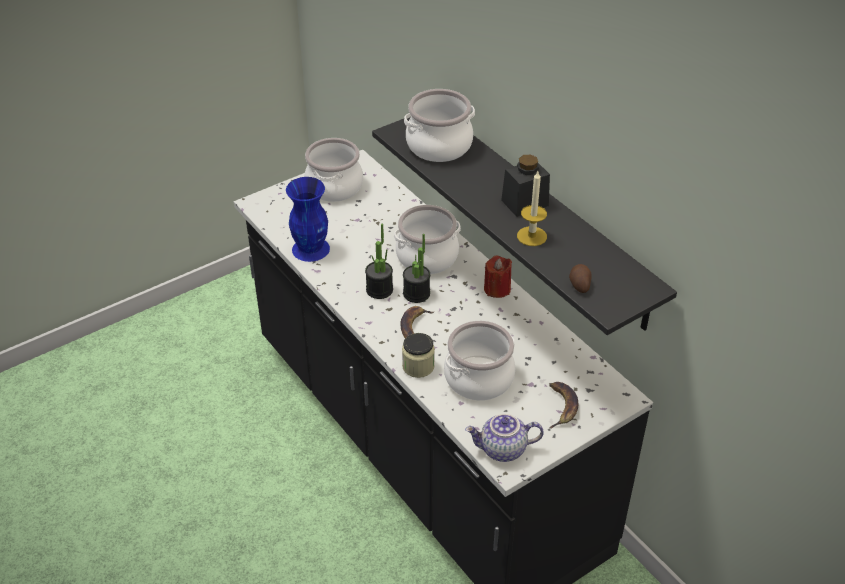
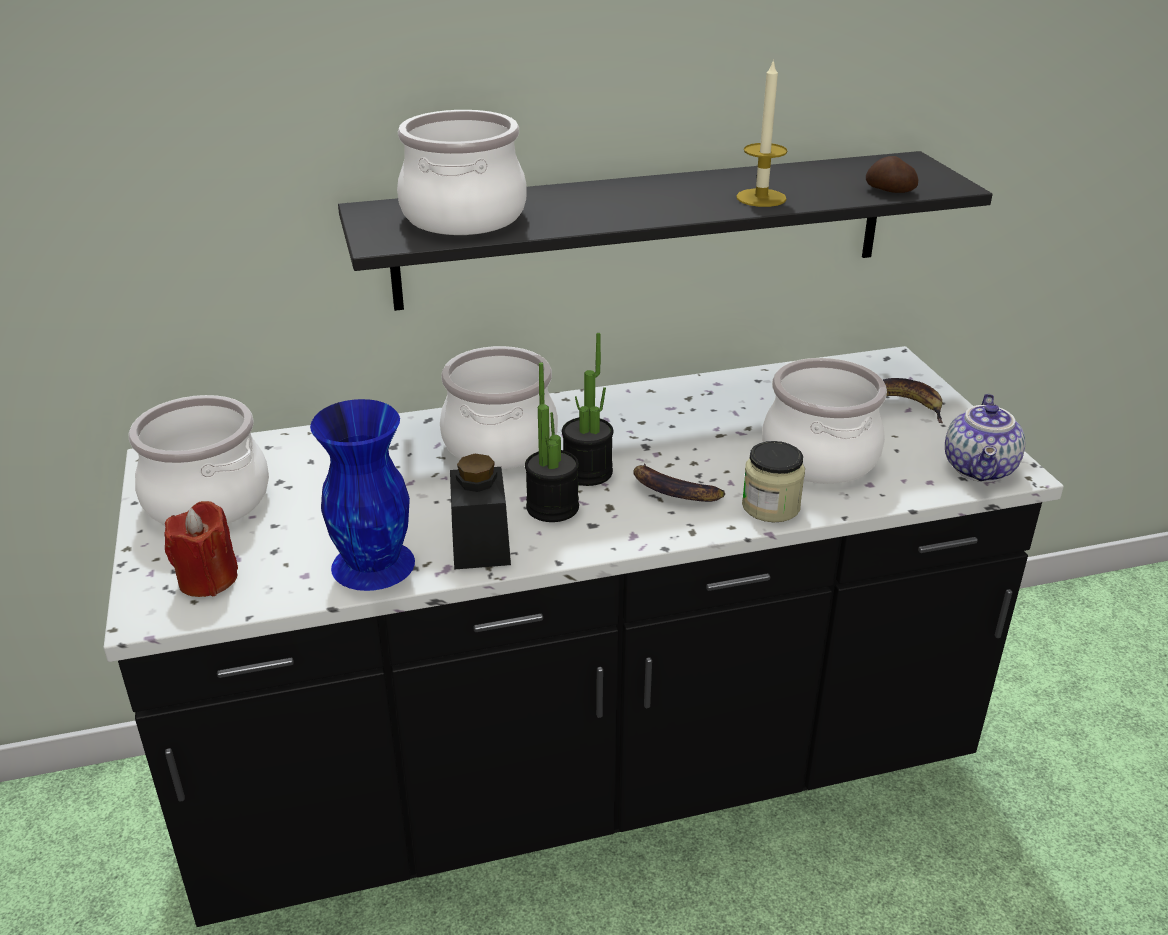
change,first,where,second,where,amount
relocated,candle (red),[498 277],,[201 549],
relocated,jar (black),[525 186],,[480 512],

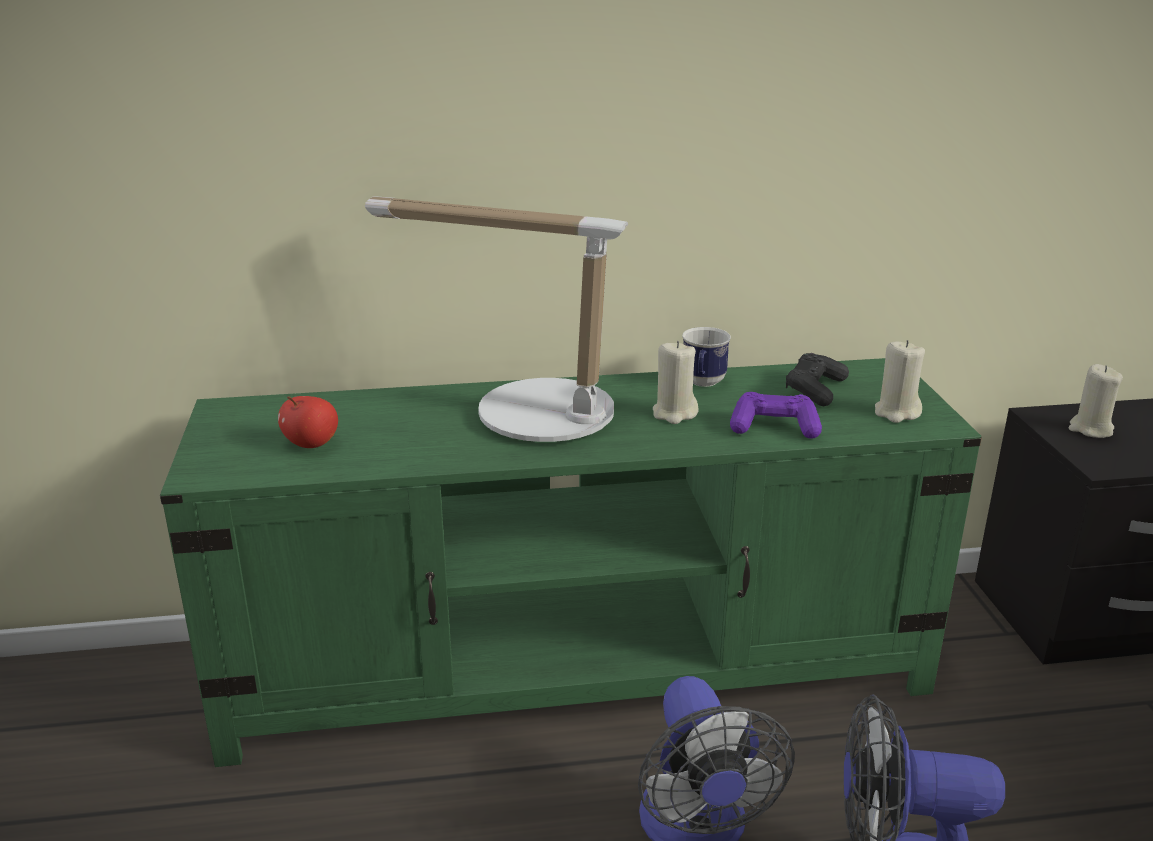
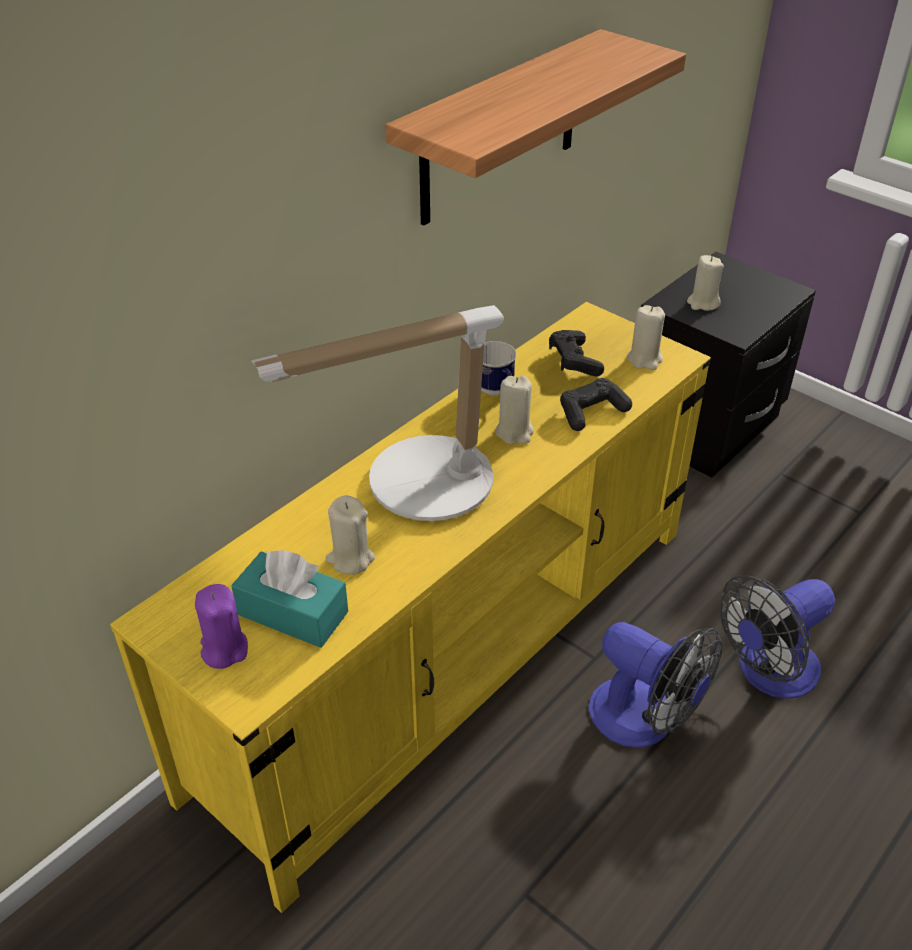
change,first,where,second,where,amount
colour,tv stand (green),[571 562],tv stand (yellow),[410 607],
exchanged,apple,[308 422],tissue box (turquoise),[289 599],
colour,game controller (purple),[776 415],game controller (black),[596 404],
appeared,,,candle (purple),[221 626],
appeared,,,candle (beige),[350 535],
appeared,,,shelf,[535 127],

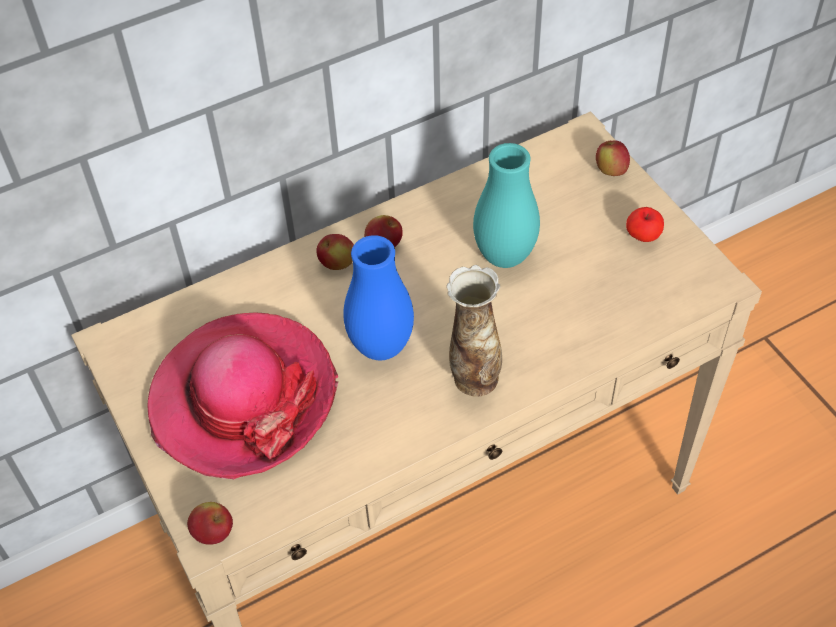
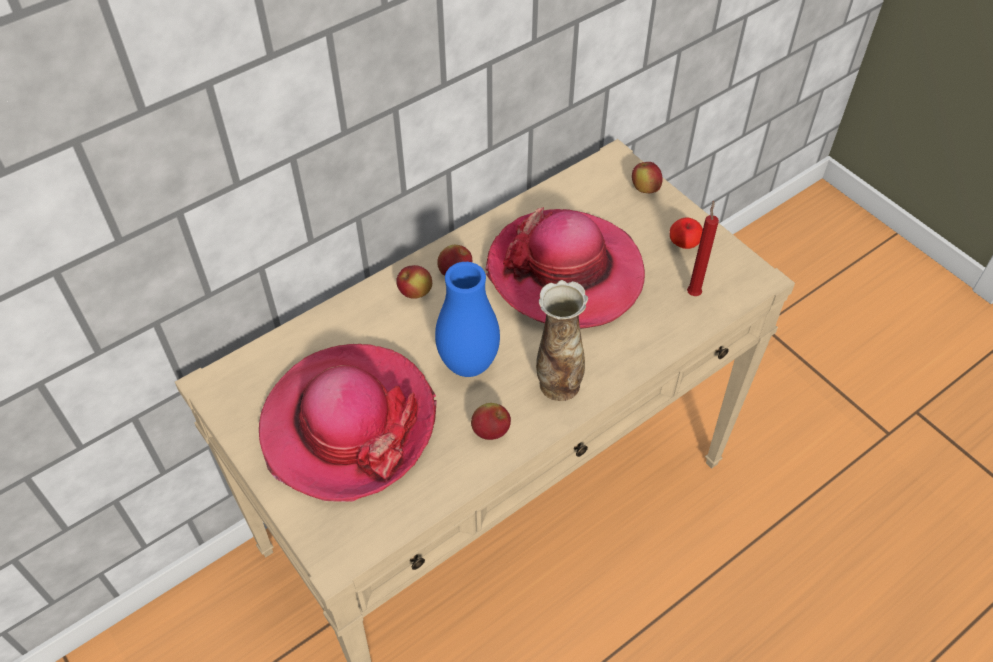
change,first,where,second,where,amount
relocated,apple,[210 523],,[491 421],
exchanged,vase (turquoise),[506 205],hat,[565 268],
appeared,,,candle (red),[703 248],

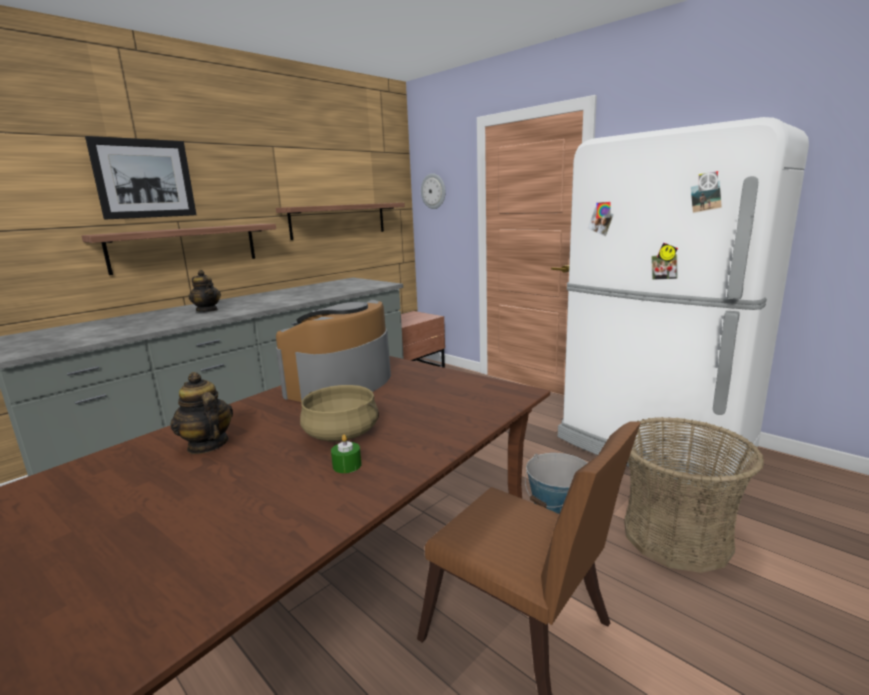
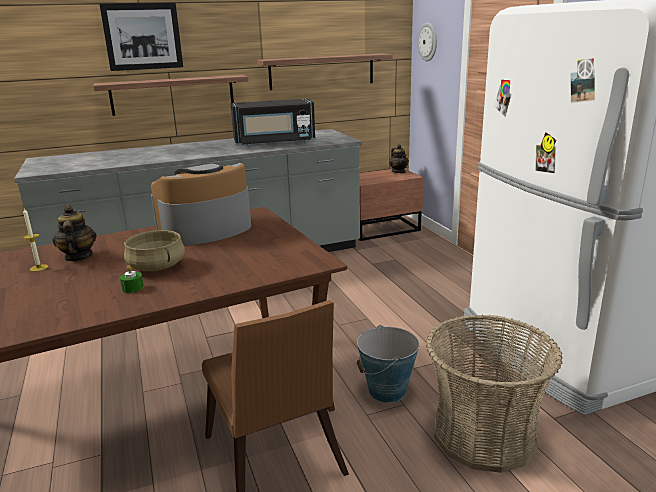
change,first,where,second,where,amount
relocated,teapot,[204 291],,[399 158],
appeared,,,candle,[35 240],
appeared,,,microwave (black),[273 123],

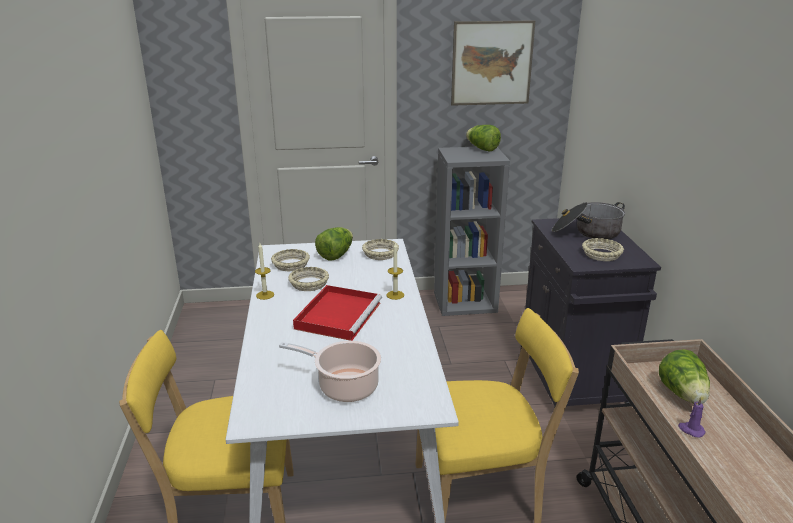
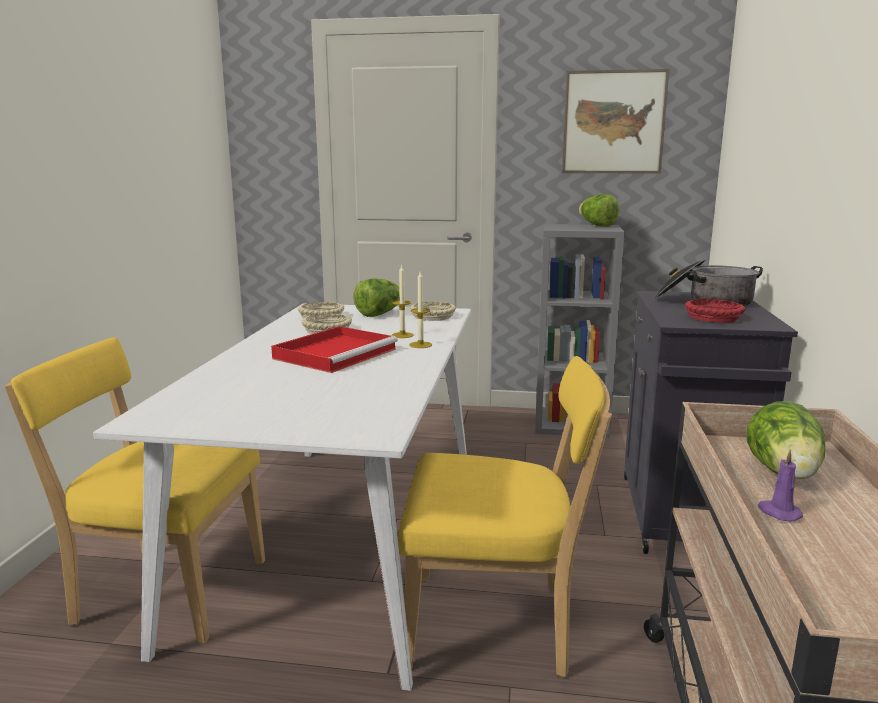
change,first,where,second,where,amount
relocated,candle,[264 272],,[402 301],
missing,cooking pot,[330 371],,,
colour,bowl (beige),[603 249],bowl (red),[715 311],

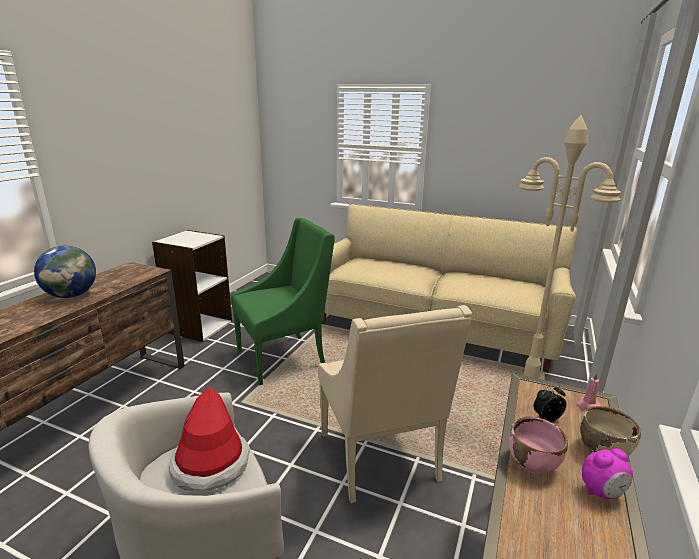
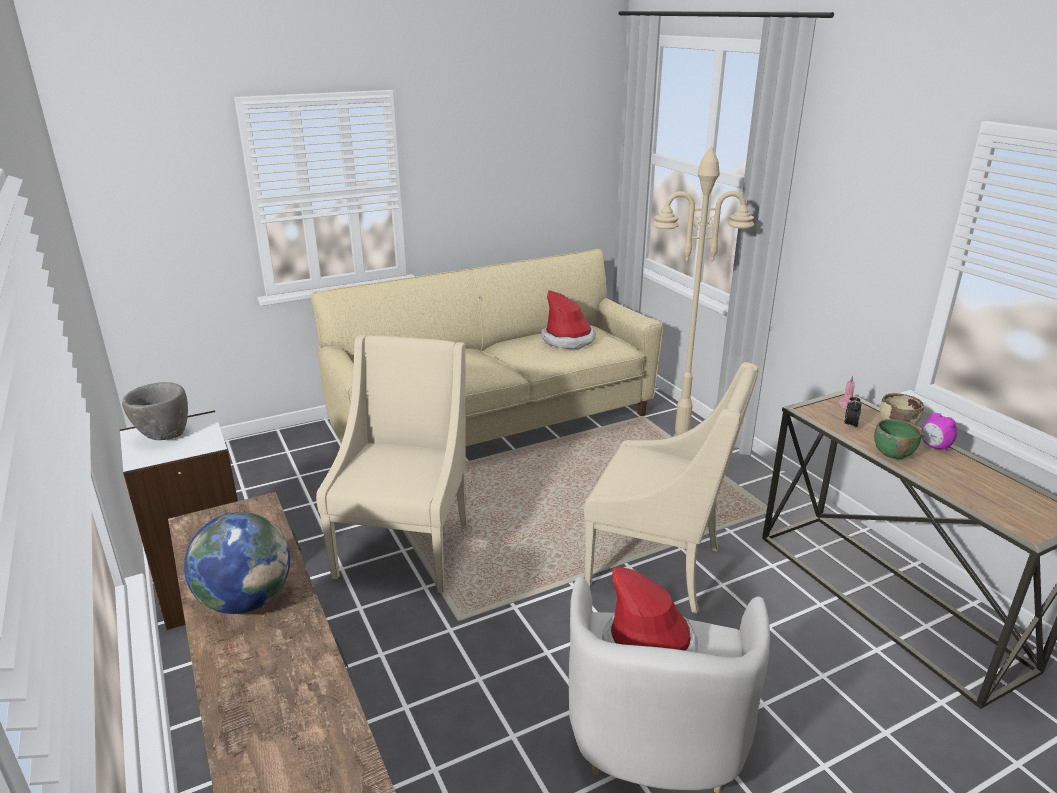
change,first,where,second,where,amount
colour,armchair (green),[282 301],armchair (beige),[392 464],
colour,bowl (pink),[538 445],bowl (green),[898 439],
spun,alarm clock,[607 473],,[939 432],120 degrees clockwise
appeared,,,bowl (grey),[155 411],
appeared,,,hat,[568 319],

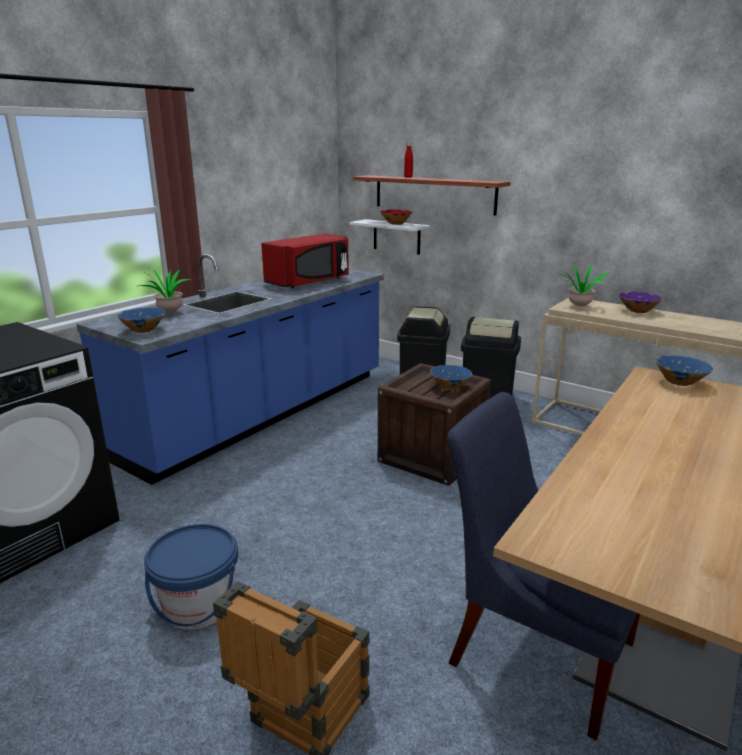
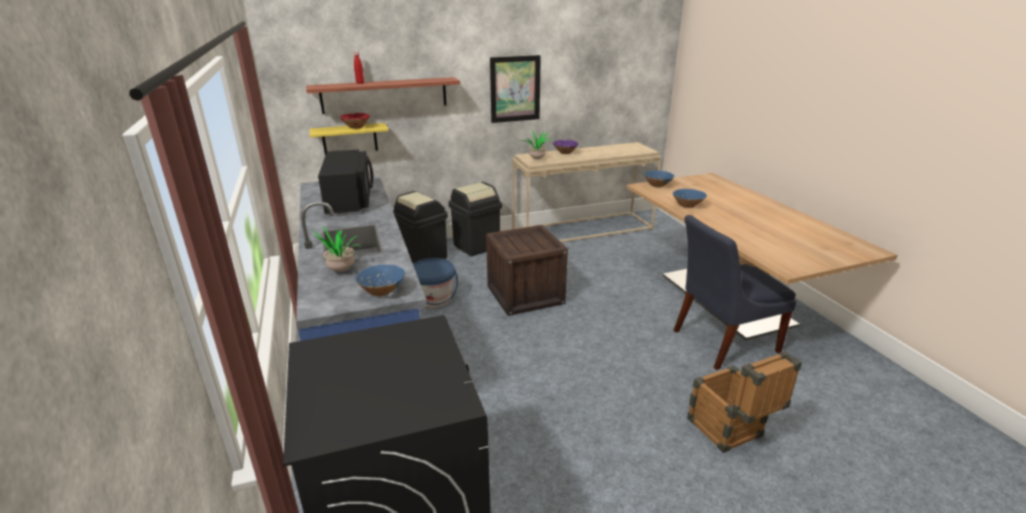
change,first,where,second,where,amount
relocated,bucket (blue),[191 577],,[435 283],
colour,microwave (red),[305 260],microwave (black),[345 182],
colour,shelf (white),[390 237],shelf (yellow),[349 139],
relocated,bowl (blue),[451 377],,[690 198],
appeared,,,picture,[515 89],

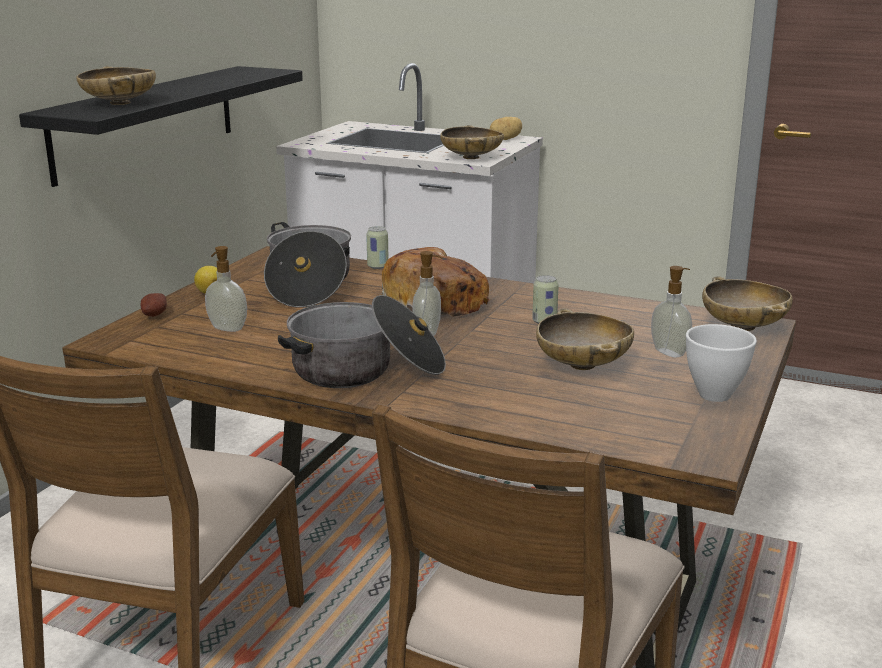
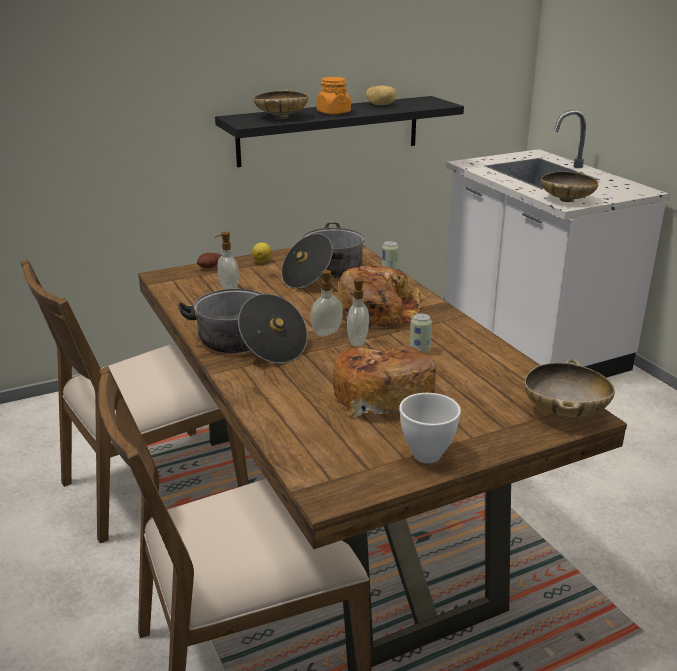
change,first,where,second,where,amount
relocated,potato,[506 128],,[381 95],
exchanged,bowl (beige),[585 339],bread,[385 381],
relocated,soap dispenser,[671 311],,[359 312],
appeared,,,jar (orange),[334 96],

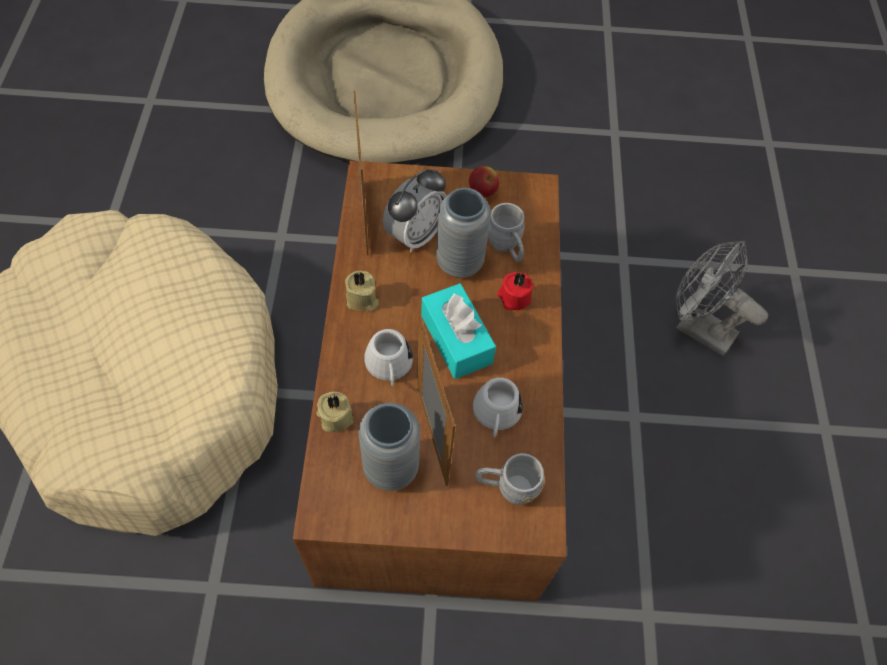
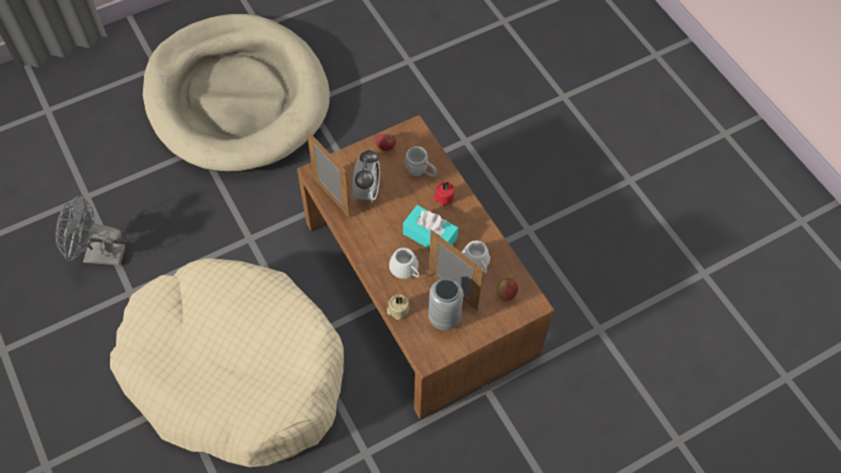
change,first,where,second,where,amount
missing,candle (beige),[362 291],,,
missing,vase (grey),[463 233],,,
exchanged,mug (grey),[510 479],apple,[507 289],
relocated,fan (grey),[721 298],,[90 230],

